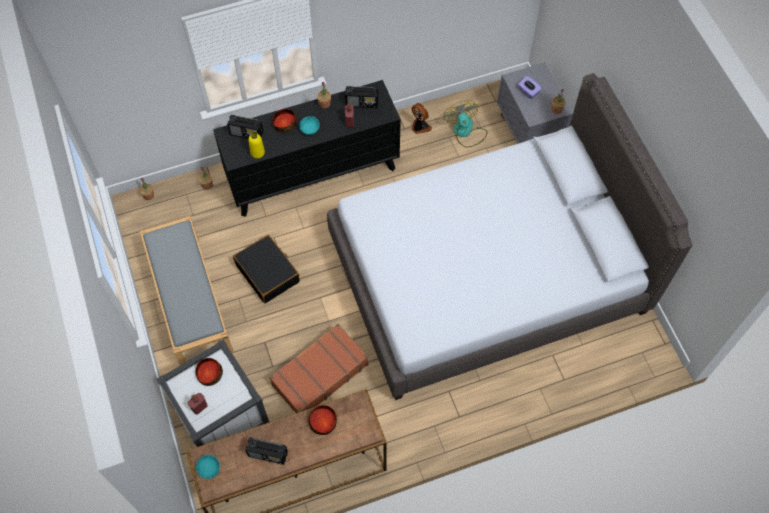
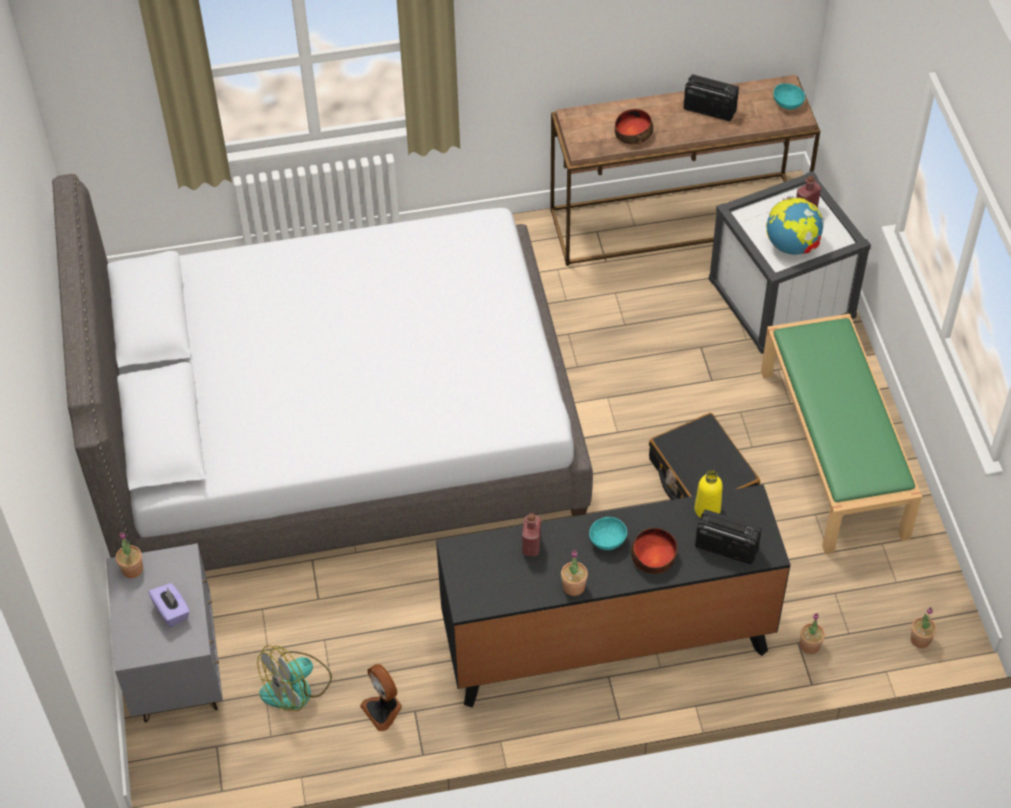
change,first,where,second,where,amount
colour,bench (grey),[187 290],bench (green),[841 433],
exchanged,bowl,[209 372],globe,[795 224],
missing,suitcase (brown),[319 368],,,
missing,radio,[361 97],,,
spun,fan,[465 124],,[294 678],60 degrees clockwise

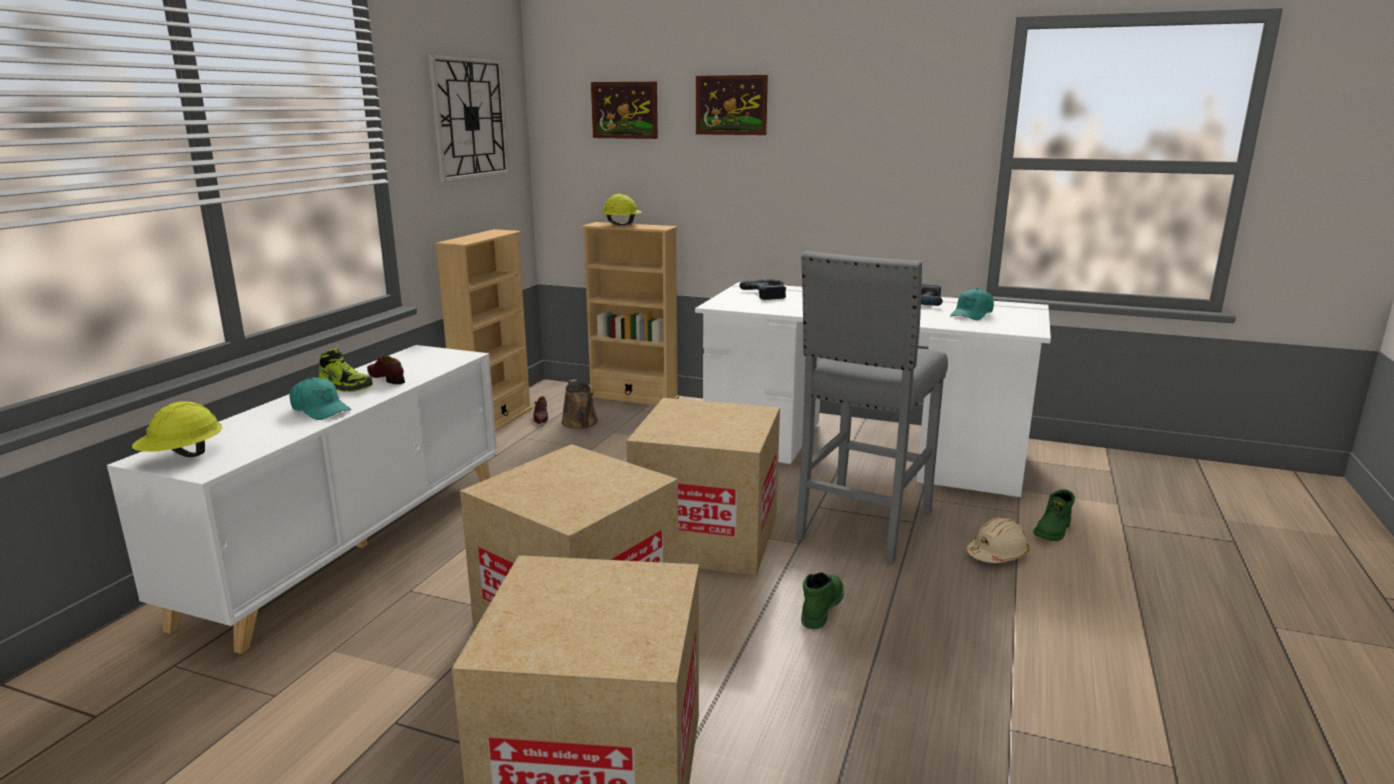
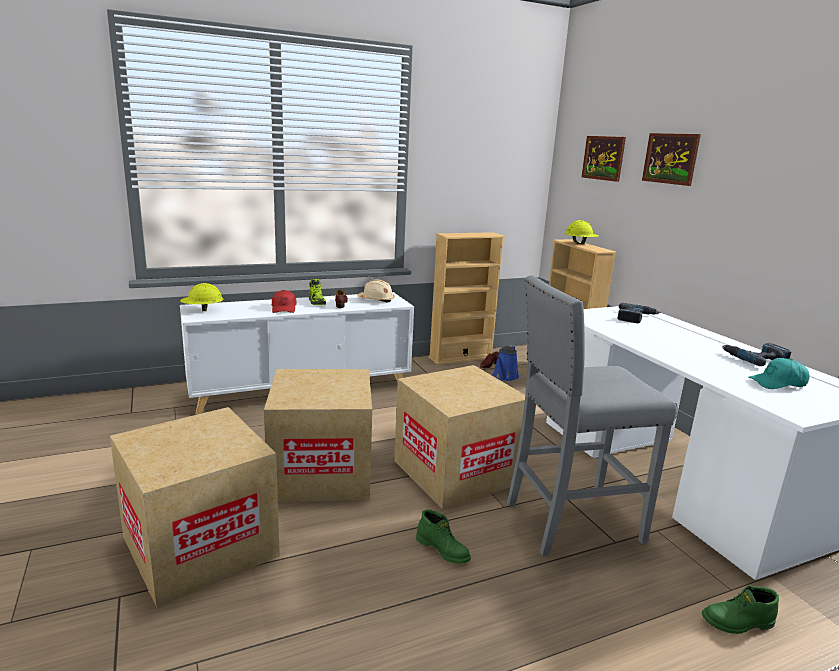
change,first,where,second,where,amount
colour,cap (turquoise),[320 398],cap (red),[284 301],
missing,wall clock,[469 118],,,
colour,watering can (brown),[579 404],watering can (blue),[506 363],
spun,boot (green),[822 600],,[443 537],60 degrees clockwise
relocated,hard hat (beige),[997 540],,[376 291],

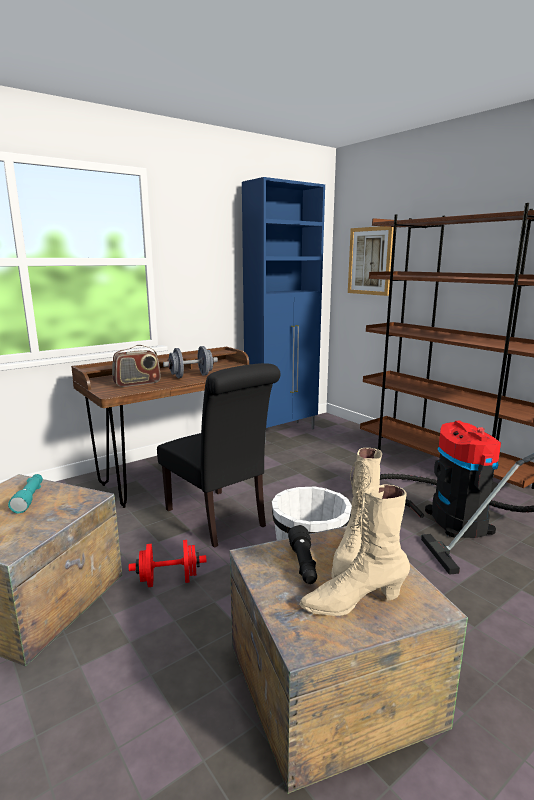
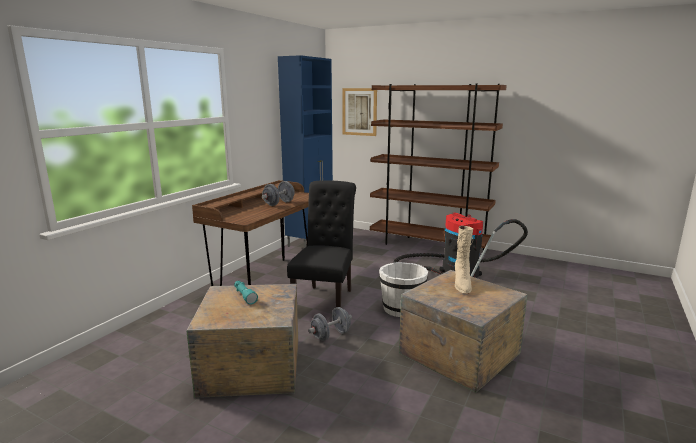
change,first,where,second,where,amount
missing,radio,[136 366],,,
colour,dumbbell (red),[167 563],dumbbell (grey),[330 324],
spun,chair (black),[218 455],,[321 243],105 degrees counterclockwise
missing,flashlight (black),[302 554],,,
missing,boot (beige),[354 550],,,

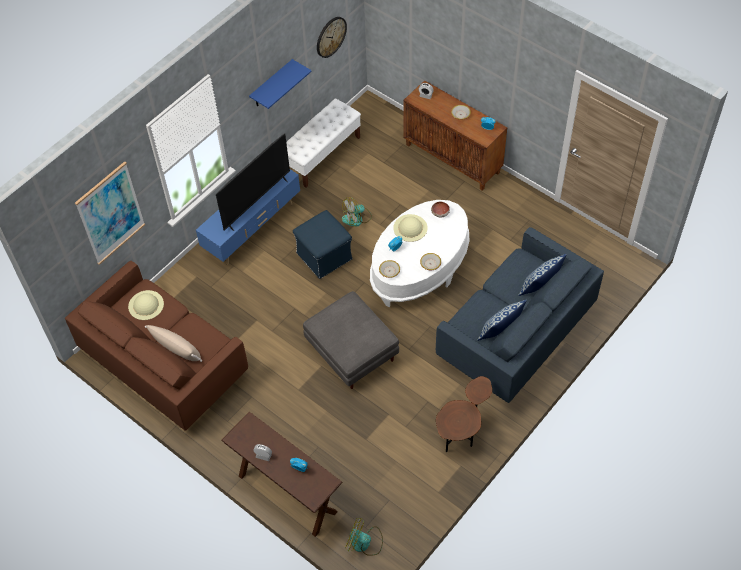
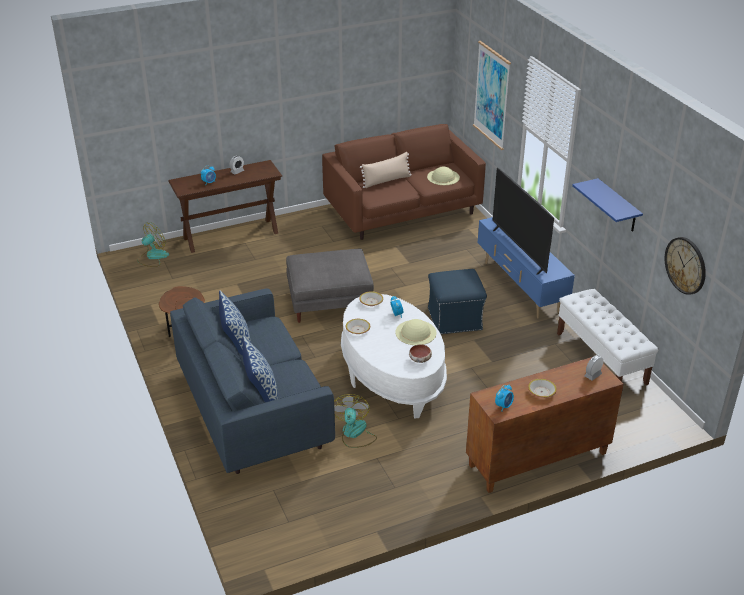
change,first,where,second,where,amount
relocated,fan,[357 212],,[355 421],

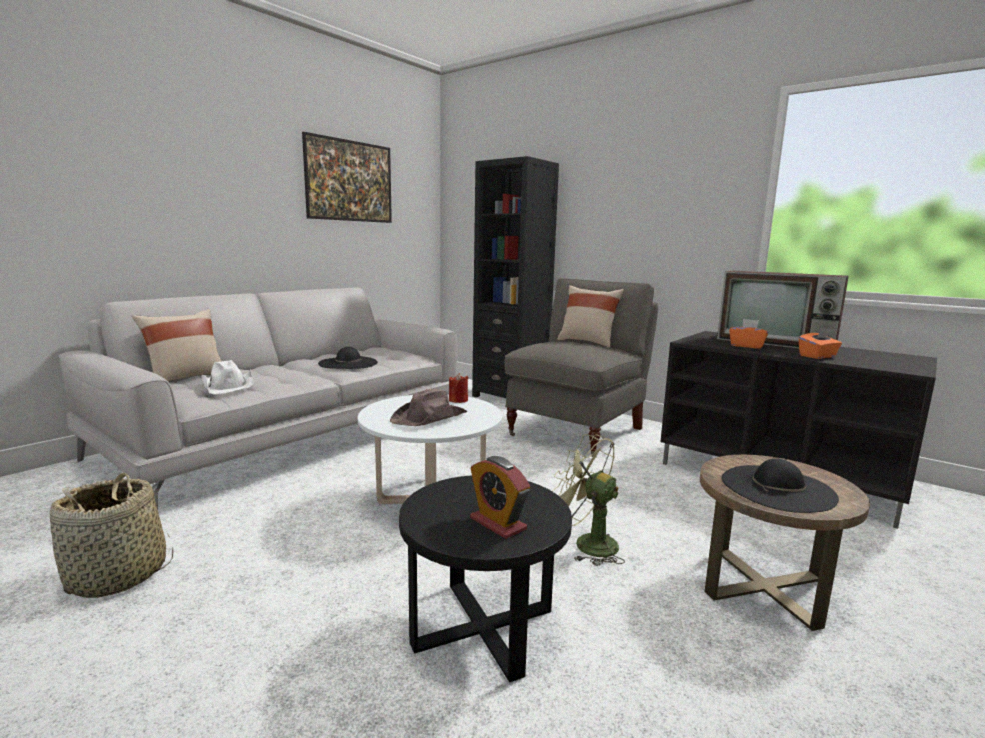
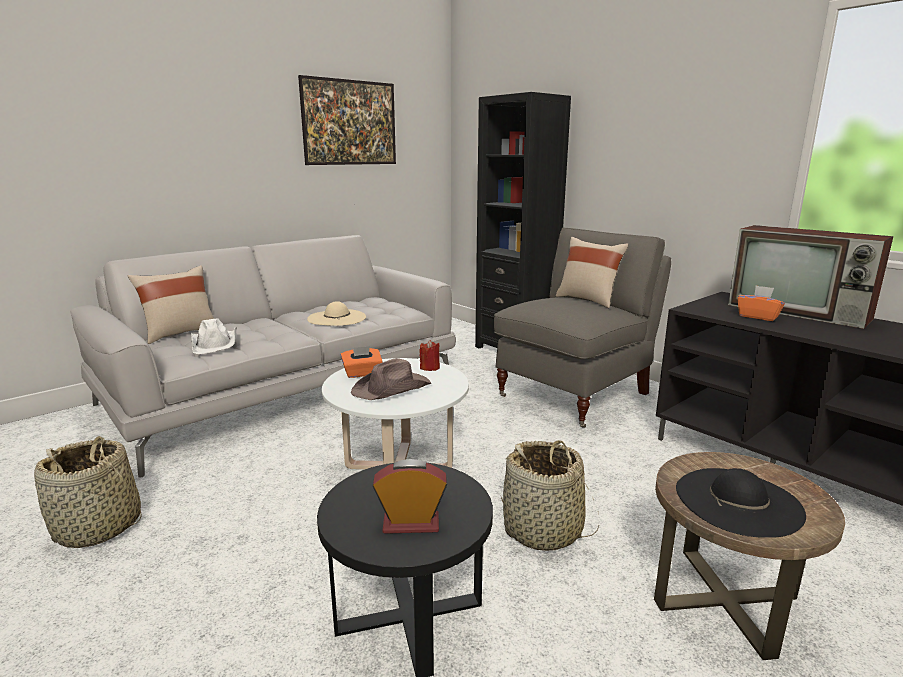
change,first,where,second,where,amount
colour,hat (black),[348 358],hat (beige),[336 313],
spun,alarm clock,[500 497],,[410 496],120 degrees clockwise
exchanged,fan (green),[588 500],basket,[550 495],
relocated,tissue box (orange),[820 343],,[362 362],

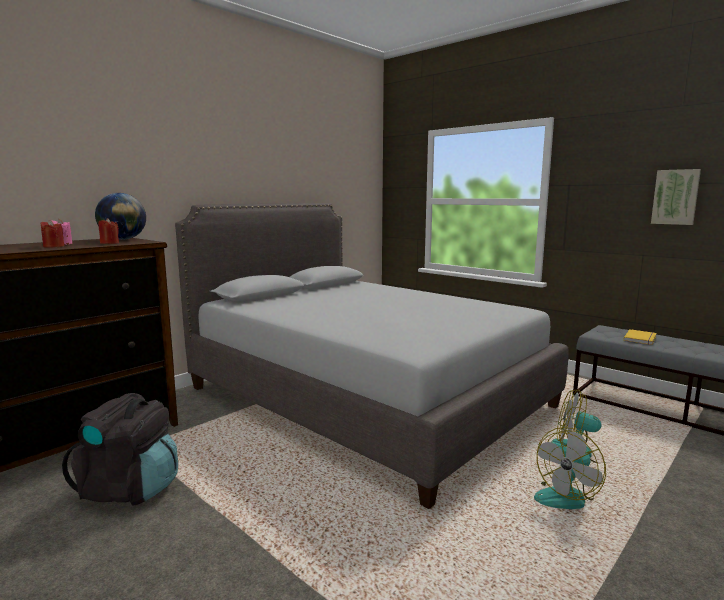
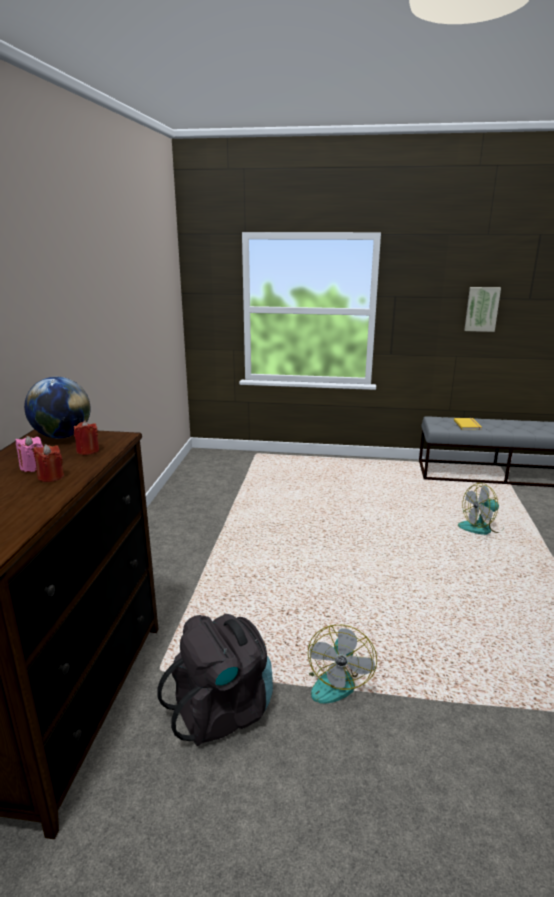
change,first,where,second,where,amount
missing,bed (grey),[372 356],,,
relocated,fan,[570 468],,[342 664],

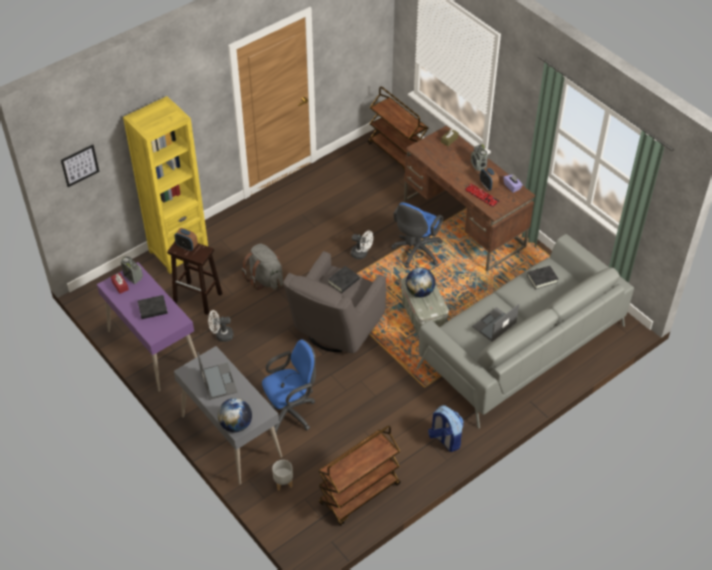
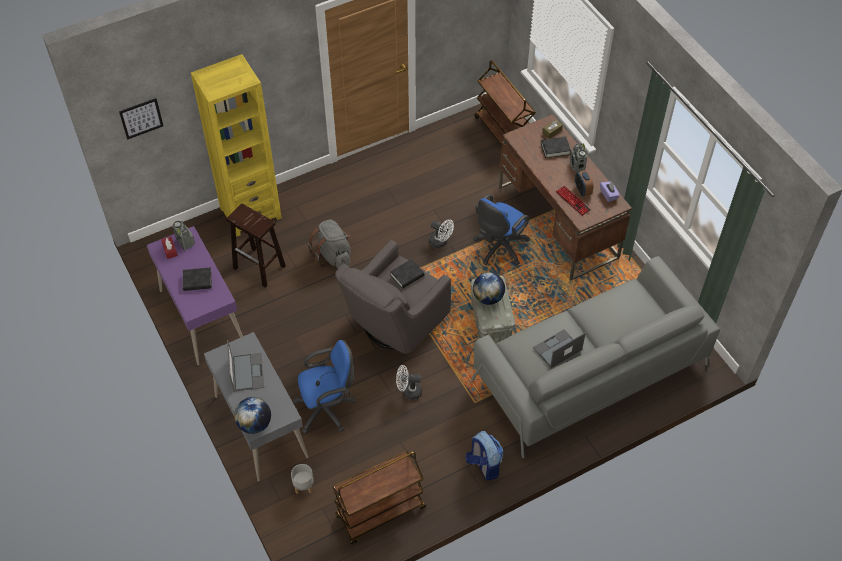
change,first,where,second,where,amount
missing,alarm clock,[186 239],,,
relocated,fan (white),[221 326],,[409 382],
relocated,book (black),[542 277],,[556 147],

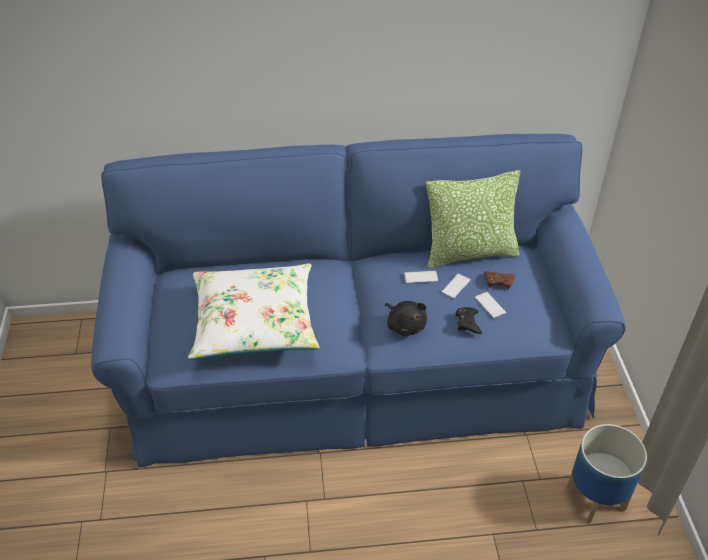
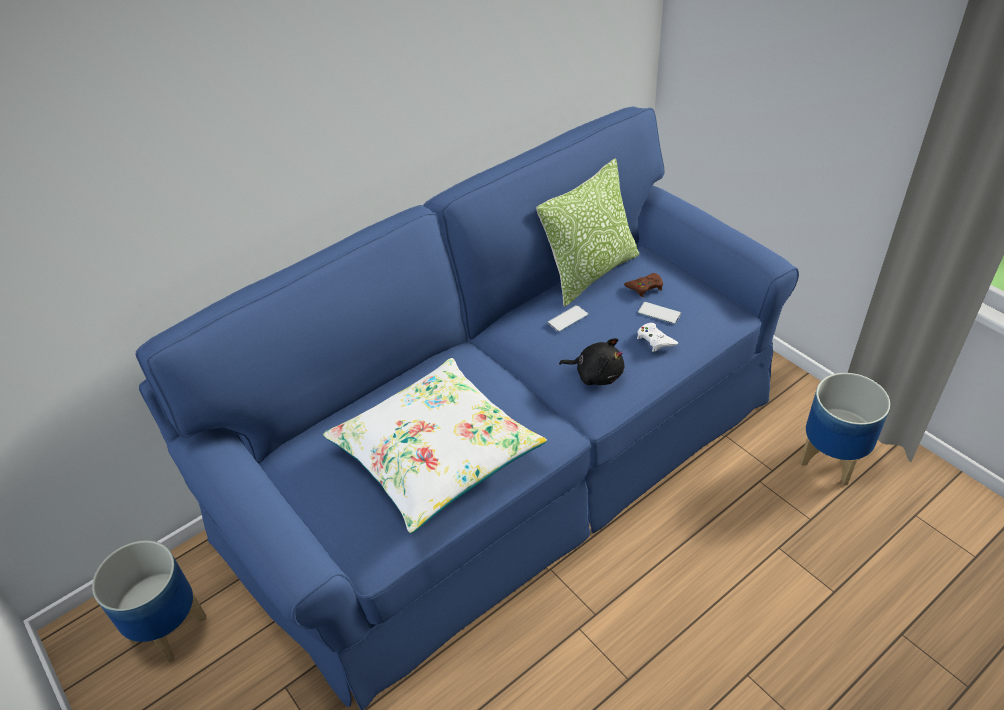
change,first,where,second,where,amount
missing,phone,[456 286],,,
colour,game controller (black),[469 320],game controller (white),[657 337],
appeared,,,planter,[149 601],

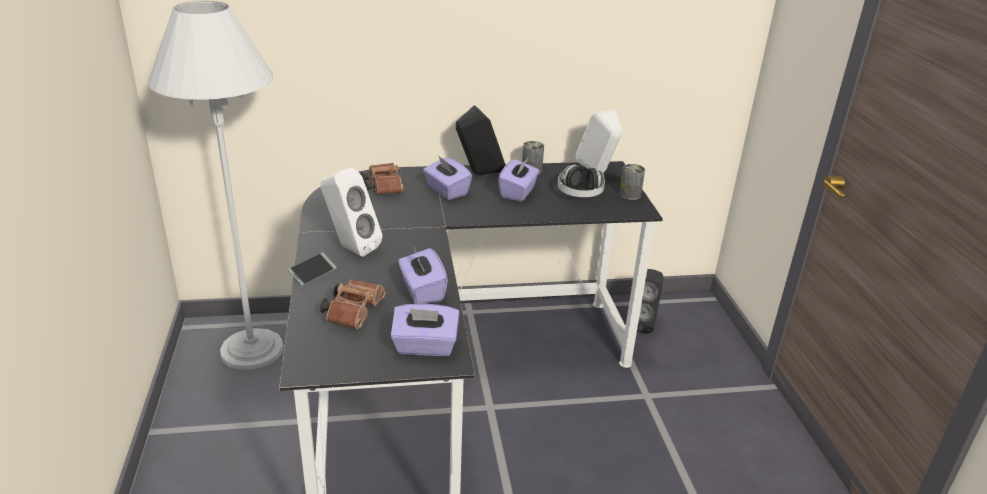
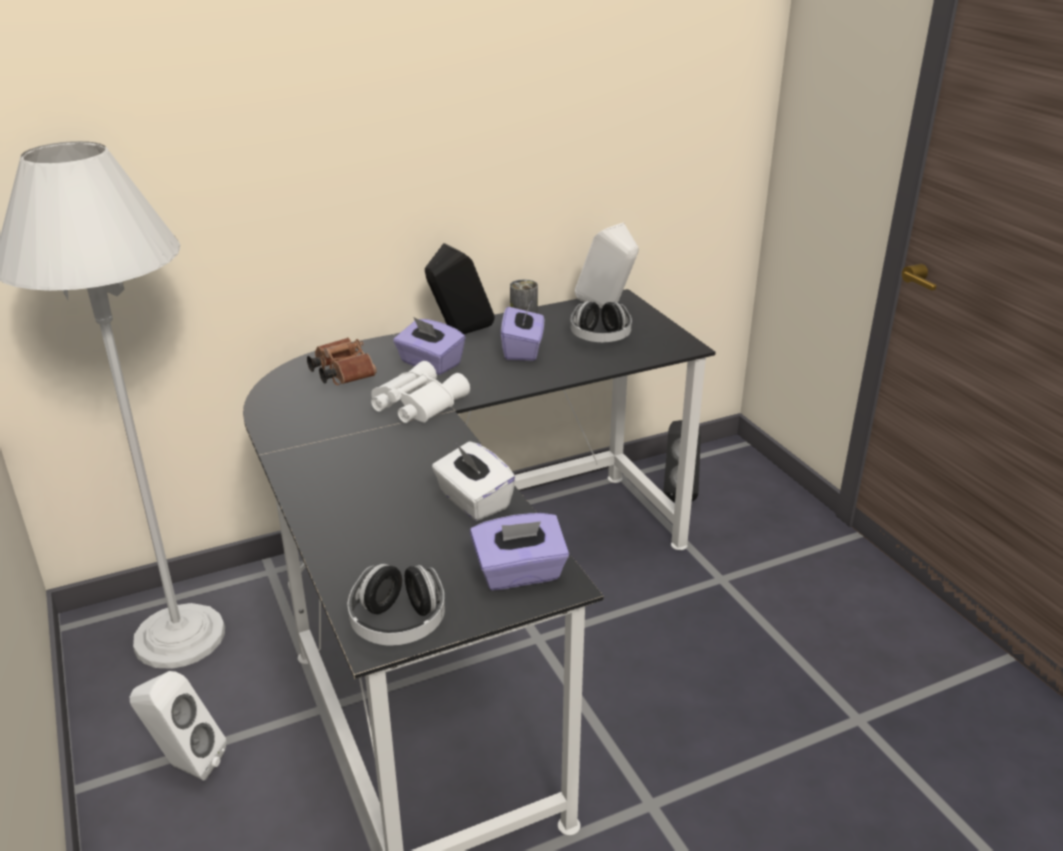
change,first,where,second,where,amount
missing,phone,[312 269],,,
relocated,speaker (white),[351 212],,[178 725],
missing,binoculars (brown),[353 304],,,
colour,tissue box (purple),[423 276],tissue box (white),[474 481],
missing,can,[632 182],,,
appeared,,,headphones,[396 605],
appeared,,,binoculars (white),[420 392],

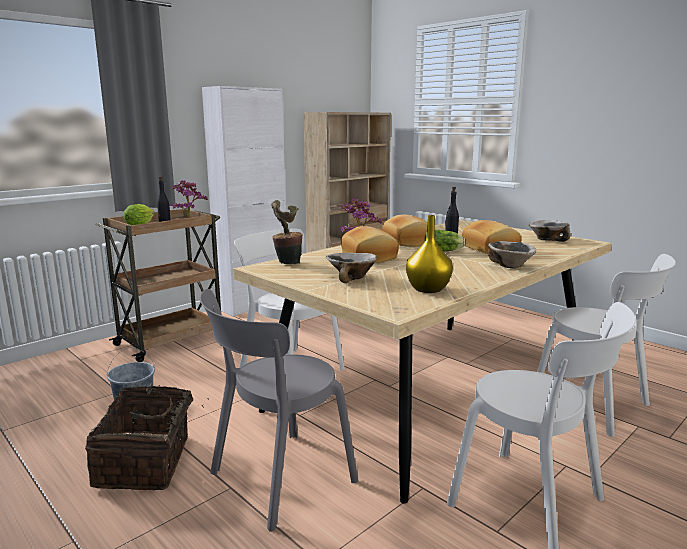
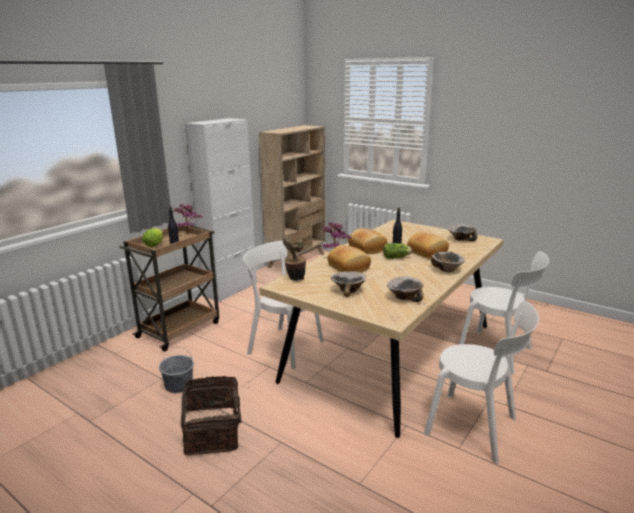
change,first,where,second,where,amount
missing,chair (grey),[279 410],,,
exchanged,vase (yellow),[429 254],bowl,[405 289],

